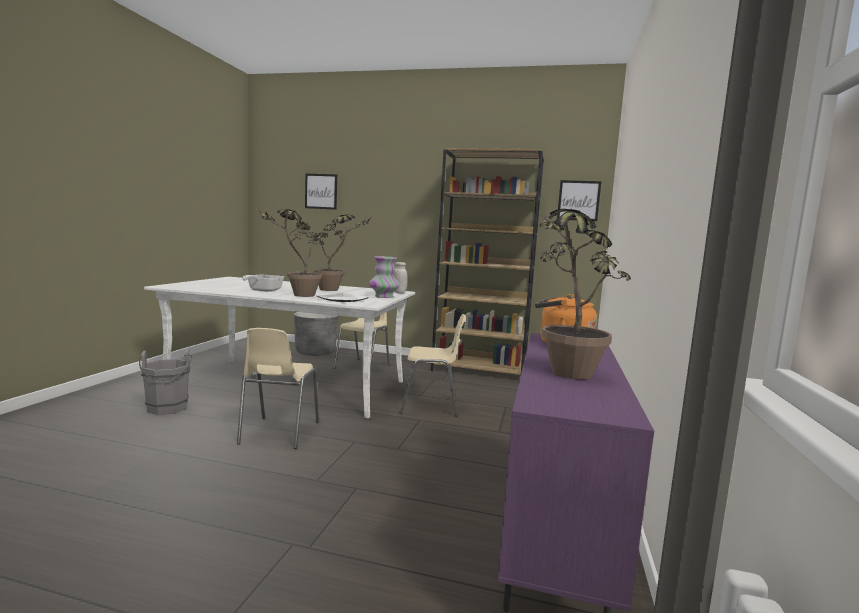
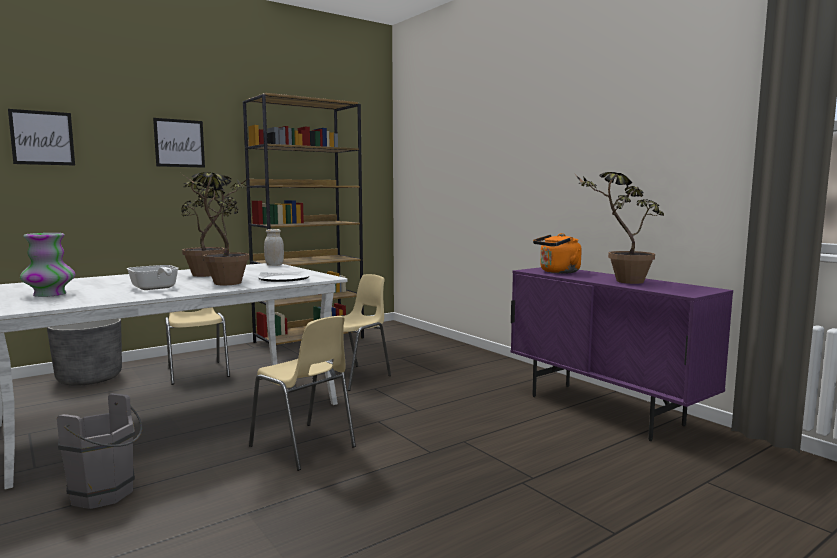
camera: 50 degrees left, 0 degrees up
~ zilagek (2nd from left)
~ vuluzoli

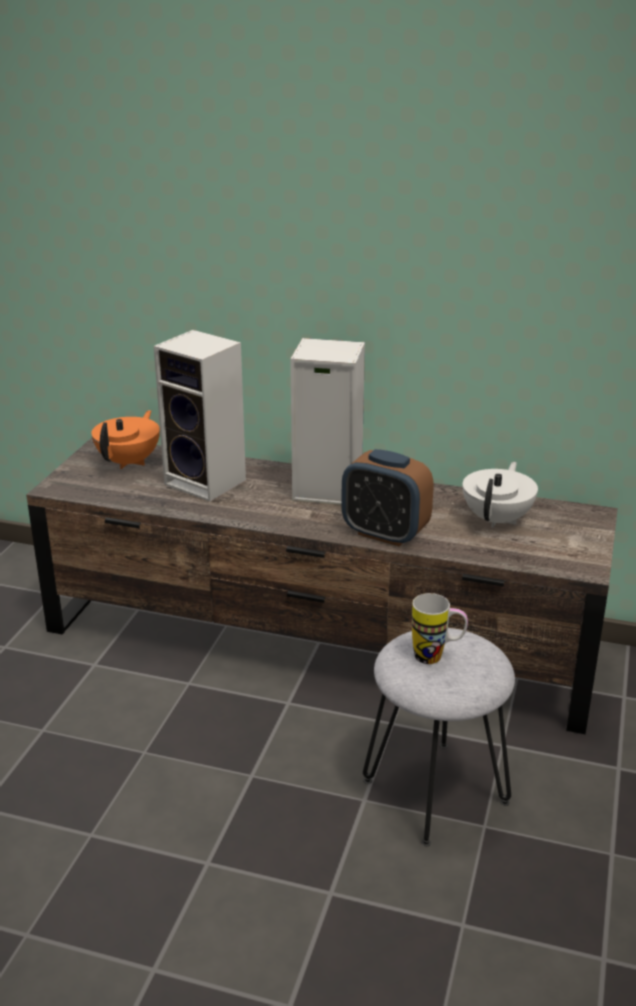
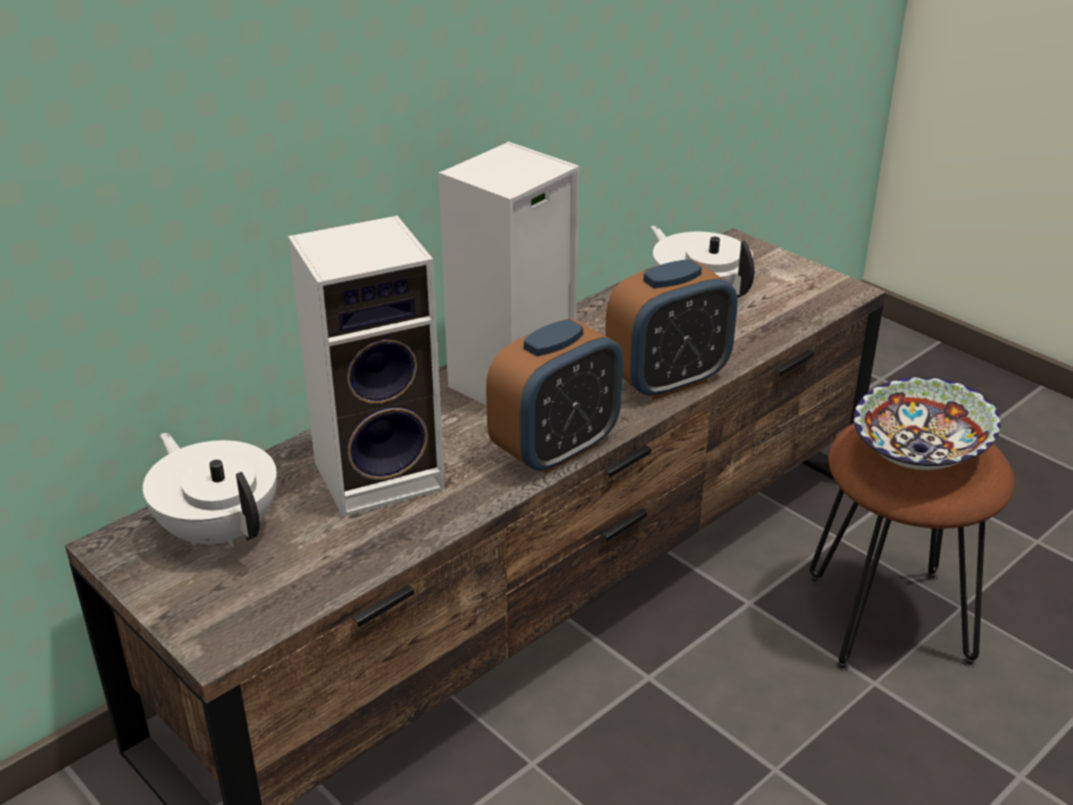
camera: 60 degrees left, 5 degrees up
~ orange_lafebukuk to white_lafebukuk (1st from left)
~ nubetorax to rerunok
~ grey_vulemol to brown_vulemol
+ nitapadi (1st from left)

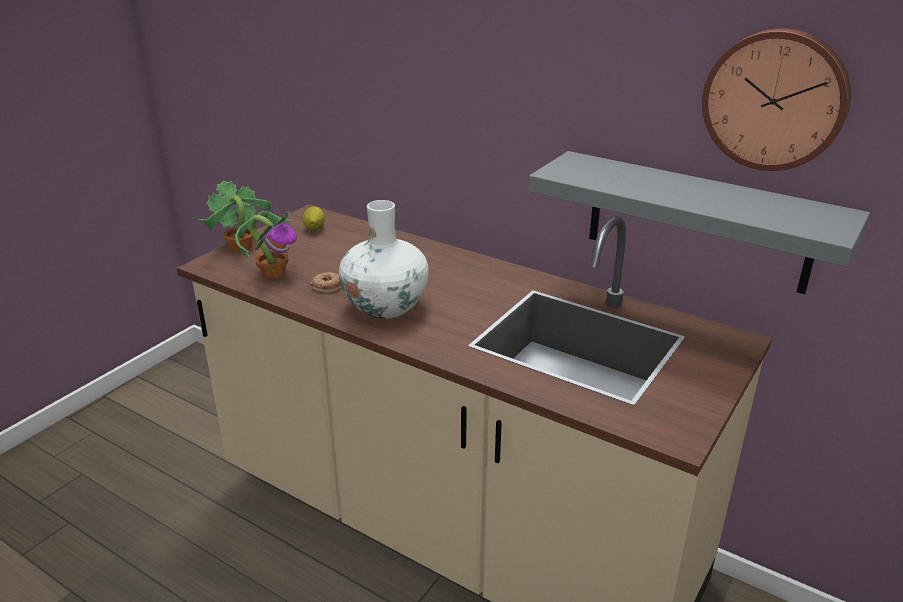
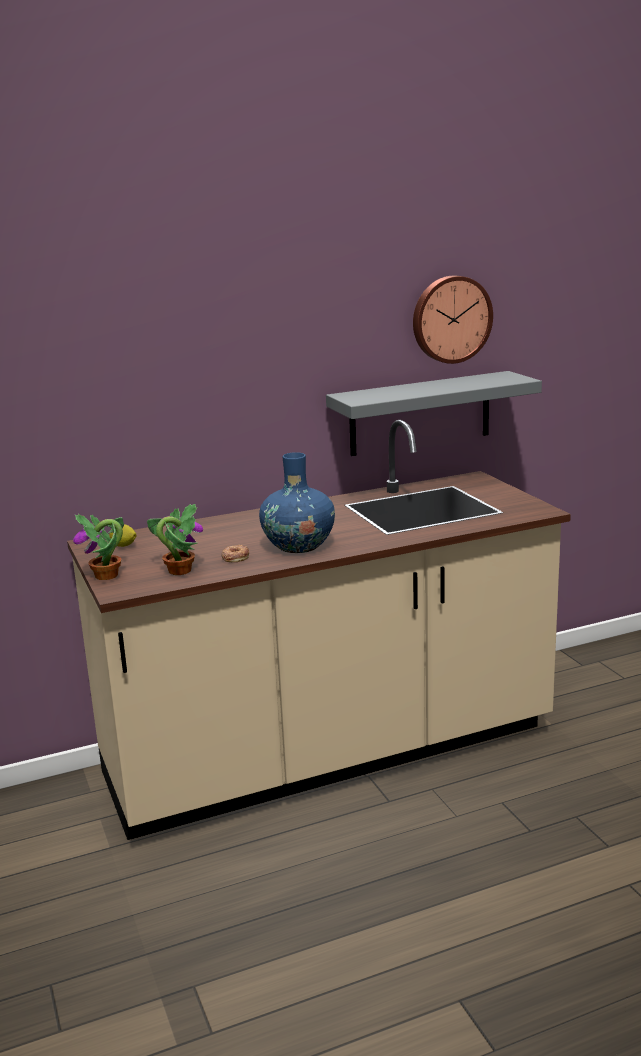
camera: 55 degrees left, 10 degrees down
~ white_vuluzoli to blue_vuluzoli

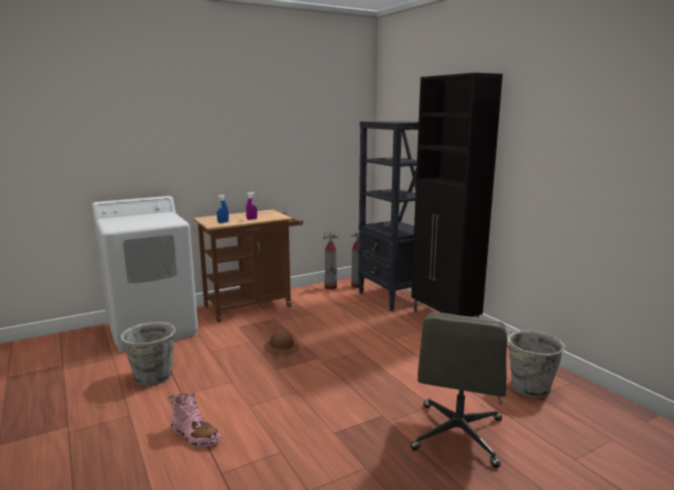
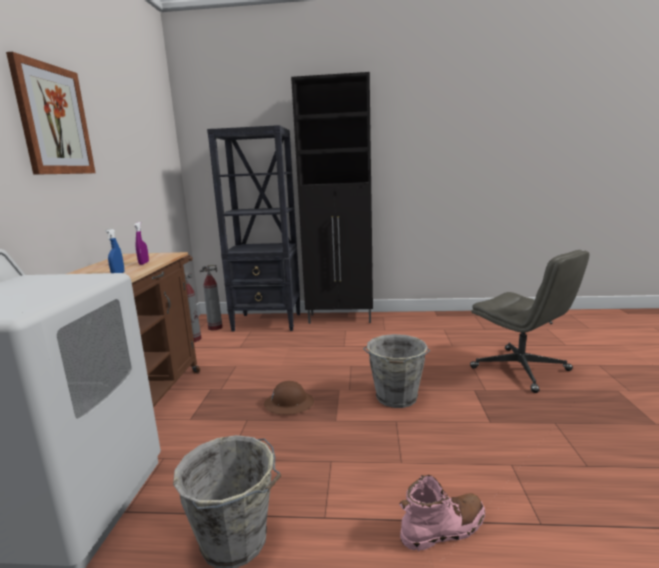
camera: 55 degrees left, 0 degrees up
~ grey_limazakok (2nd from left)
+ zilagek

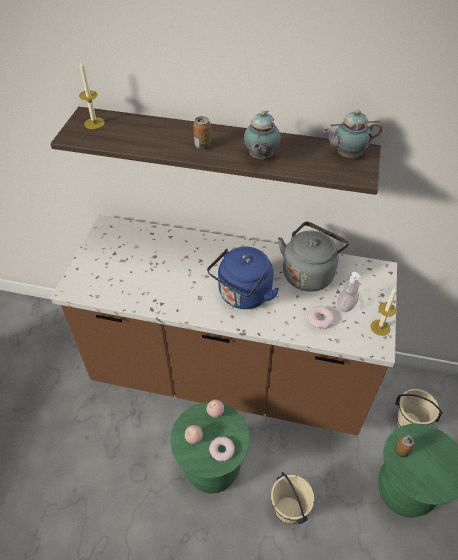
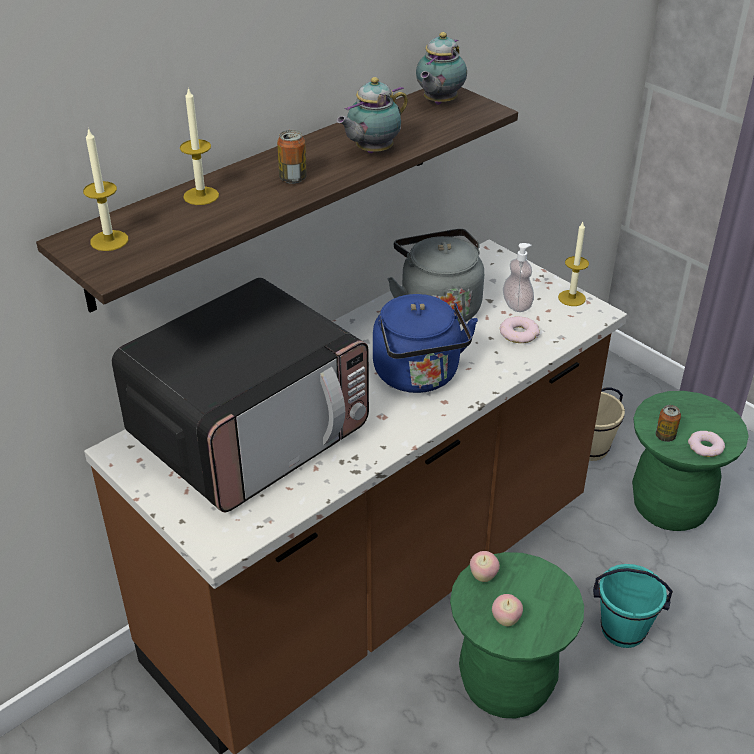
camera: 55 degrees left, 10 degrees down
~ lafebukuk (1st from left) 90 degrees clockwise
~ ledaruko (1st from left in the first image) to ledaruko (2nd from left)
~ beige_limazakok (1st from left) to turquoise_limazakok
+ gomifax (2nd from left)
+ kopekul

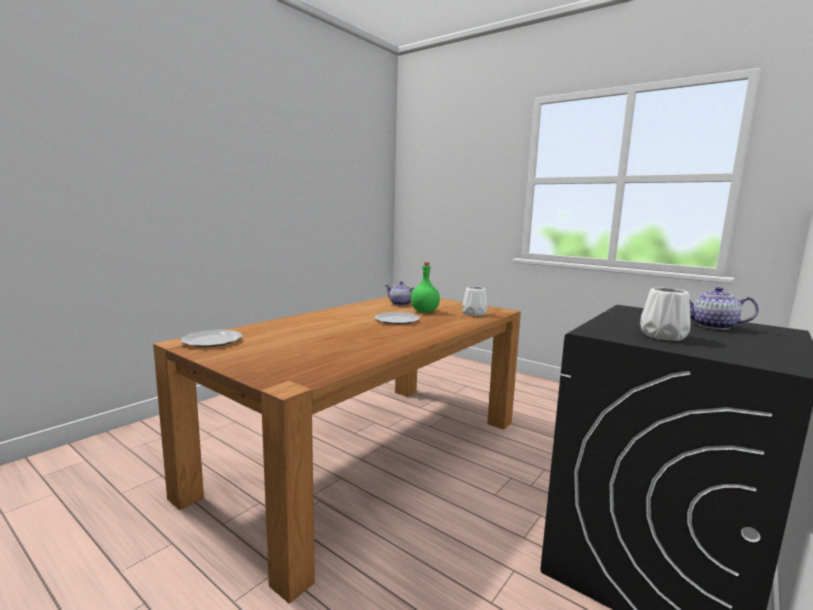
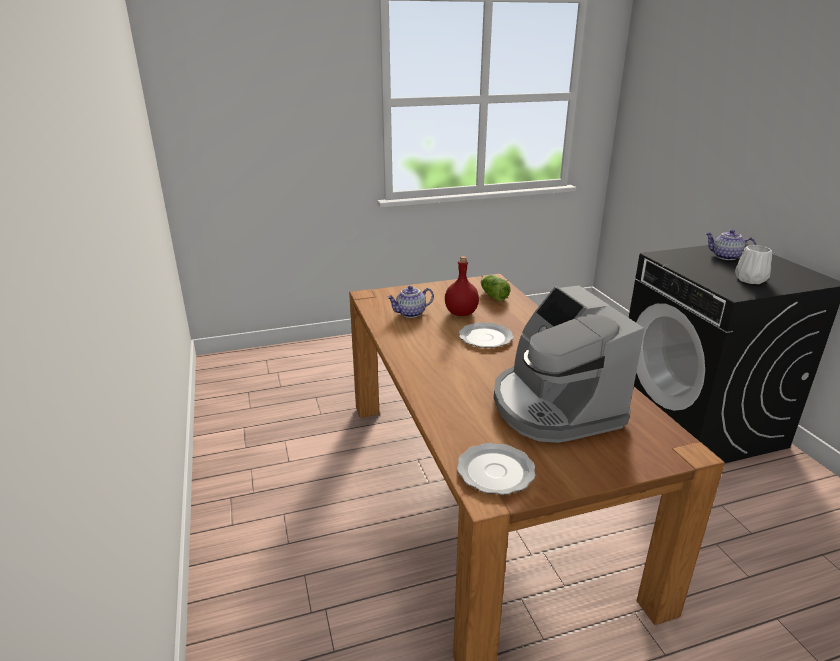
camera: 55 degrees left, 15 degrees up
~ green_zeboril to red_zeboril
~ white_vuluzoli (1st from left) to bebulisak
~ lafebukuk (2nd from left) 60 degrees clockwise
+ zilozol

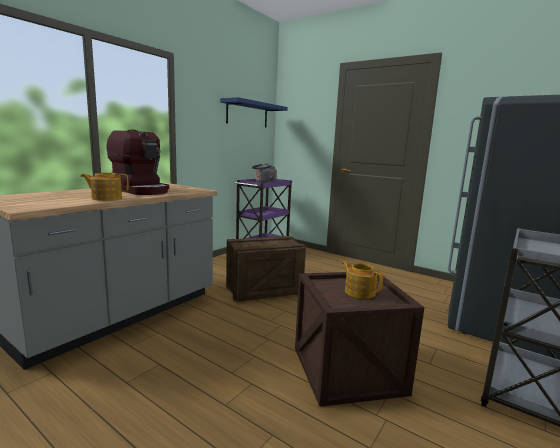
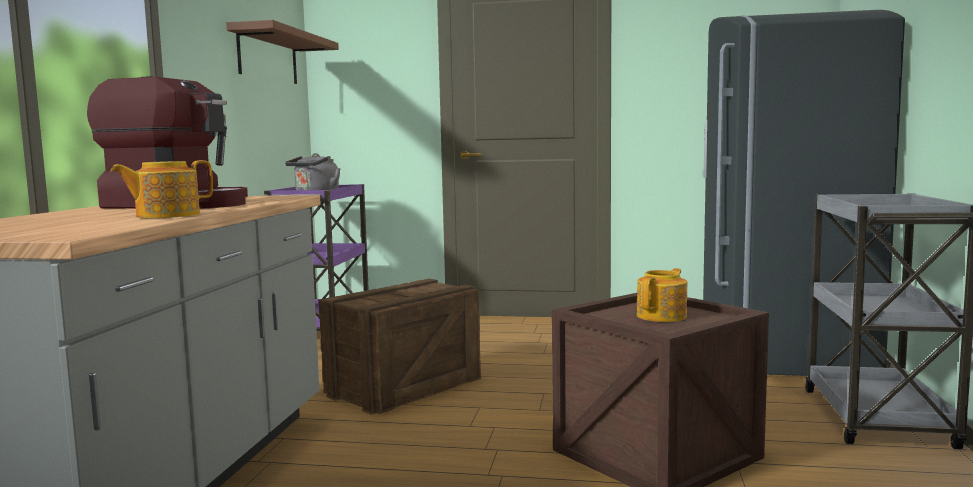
camera: 25 degrees left, 5 degrees down
~ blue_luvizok to brown_luvizok
~ lafebukuk (2nd from left) 105 degrees clockwise

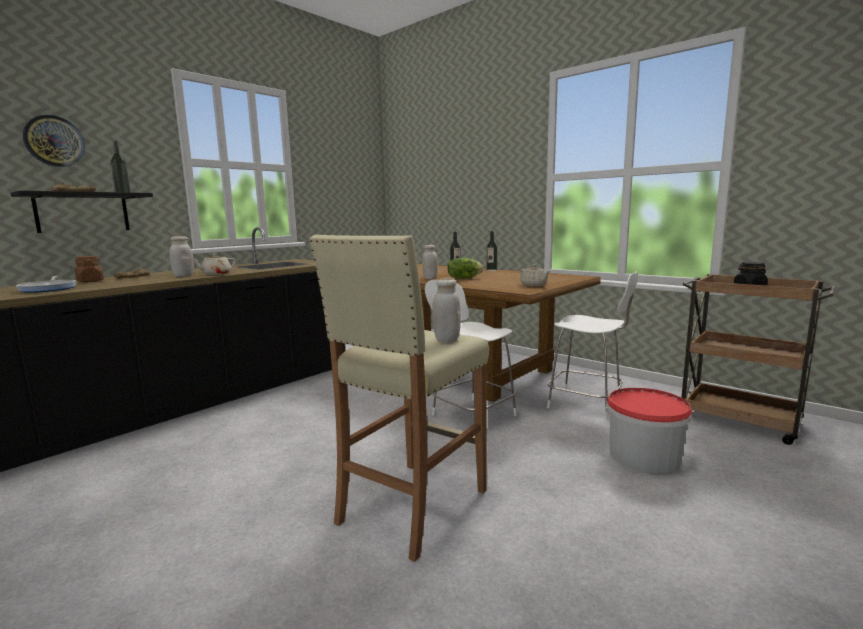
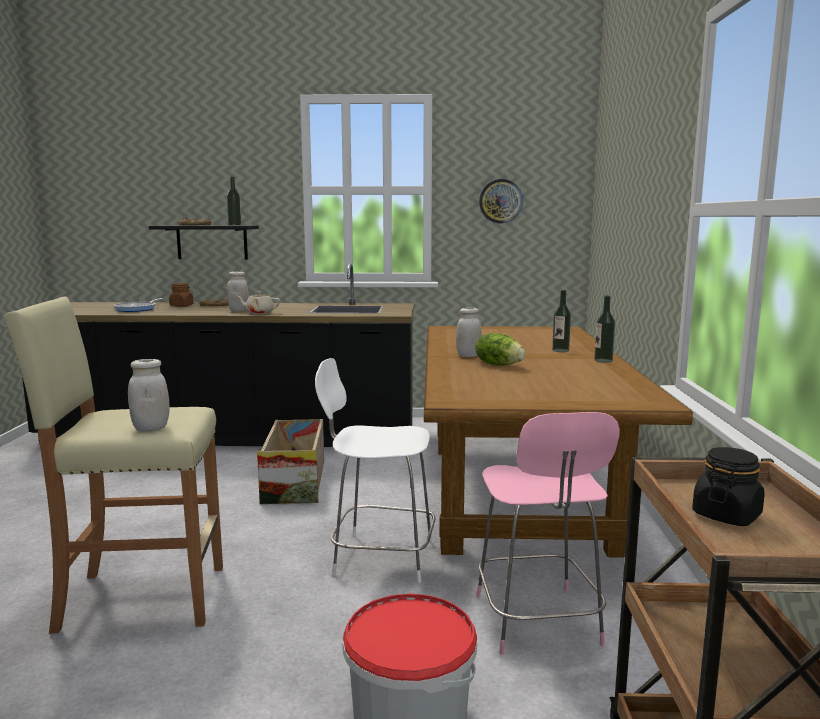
camera: 50 degrees right, 0 degrees up
~ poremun
- beige_lafebukuk (2nd from left)
~ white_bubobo (2nd from left) to pink_bubobo
+ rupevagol

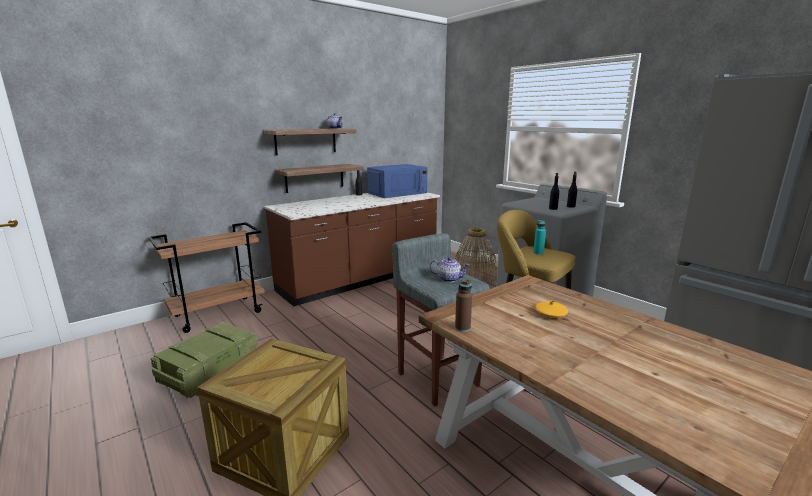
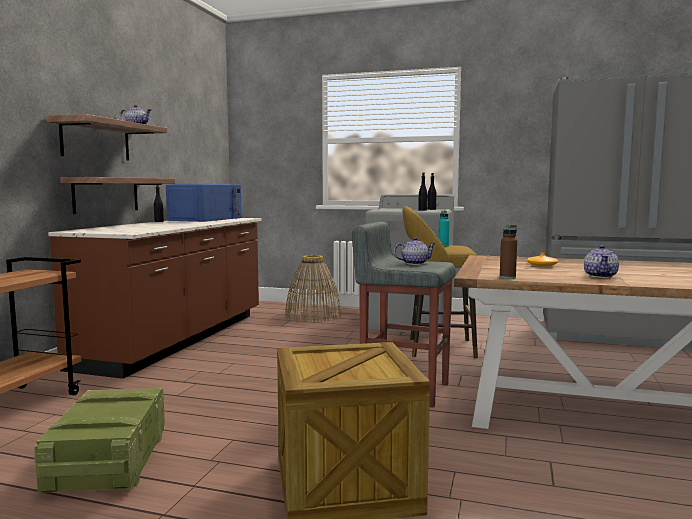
camera: 35 degrees left, 10 degrees down
+ lafebukuk (3rd from left)

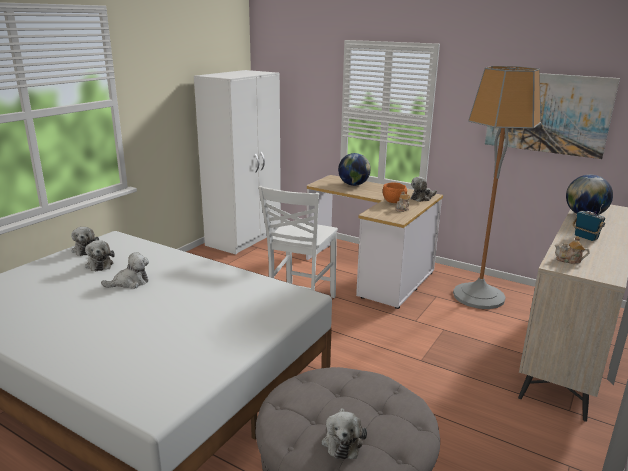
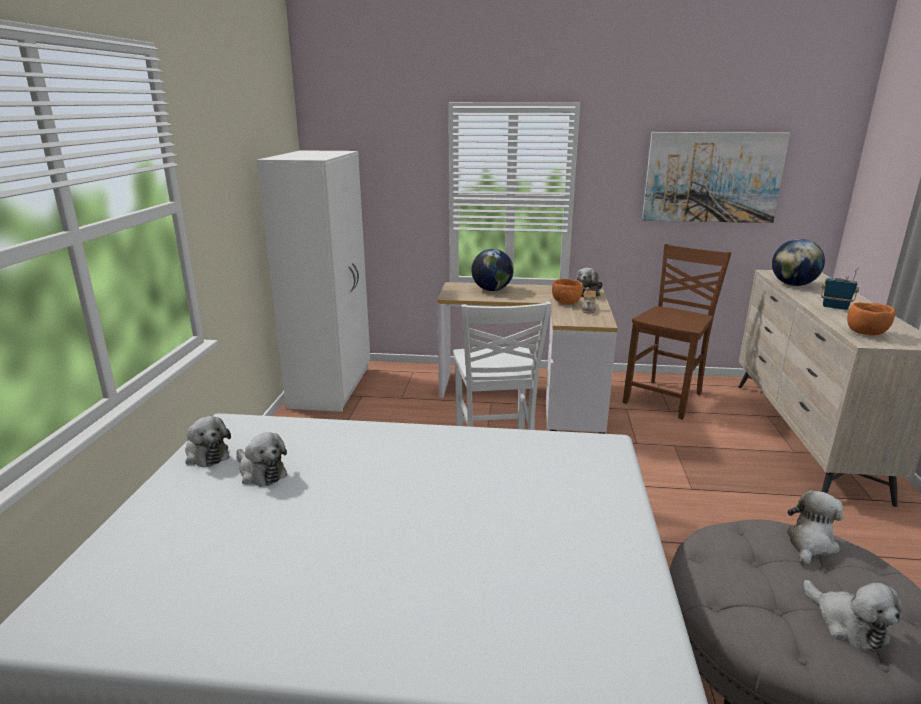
camera: 25 degrees left, 0 degrees up
~ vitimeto to brown_bubobo
~ lafebukuk (2nd from left) to orange_rerunok (2nd from left)
~ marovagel (3rd from left in the first image) to marovagel (4th from left)

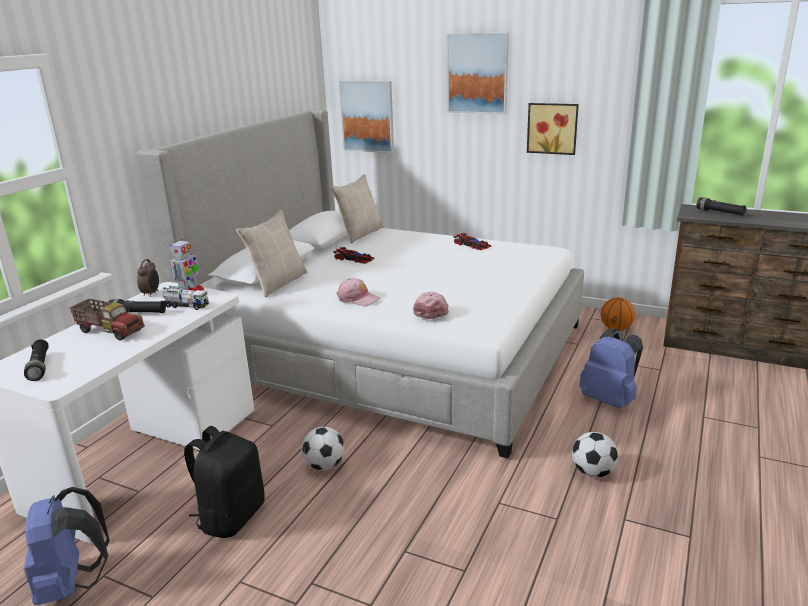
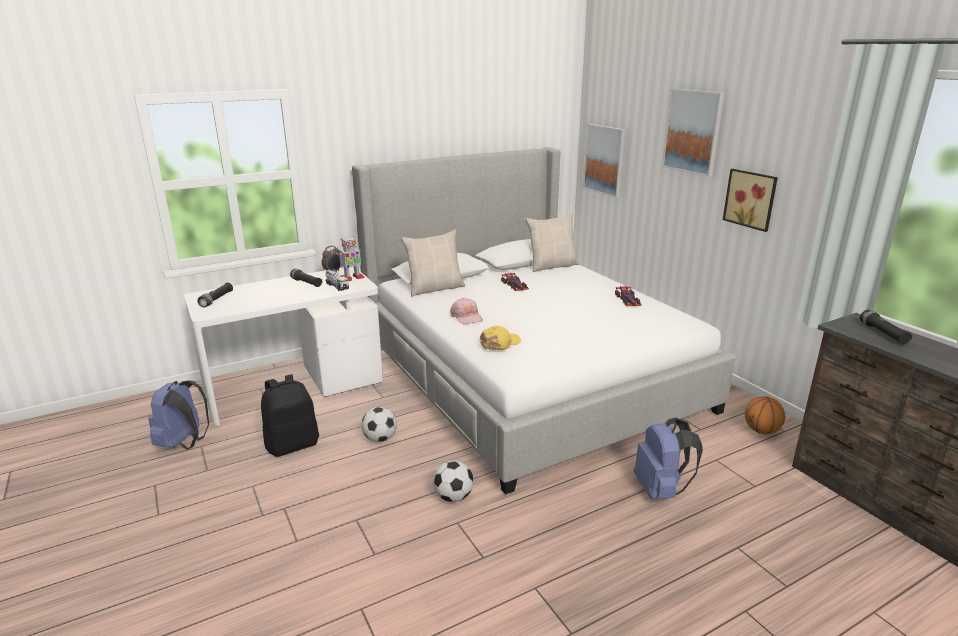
camera: 35 degrees right, 0 degrees up
~ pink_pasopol (2nd from left) to yellow_pasopol
- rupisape (1st from left)
~ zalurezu (2nd from left)

